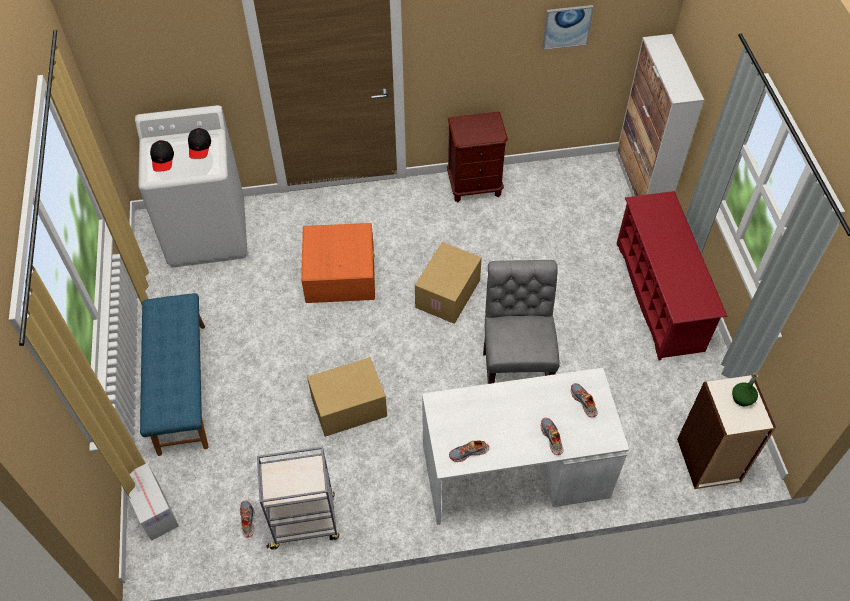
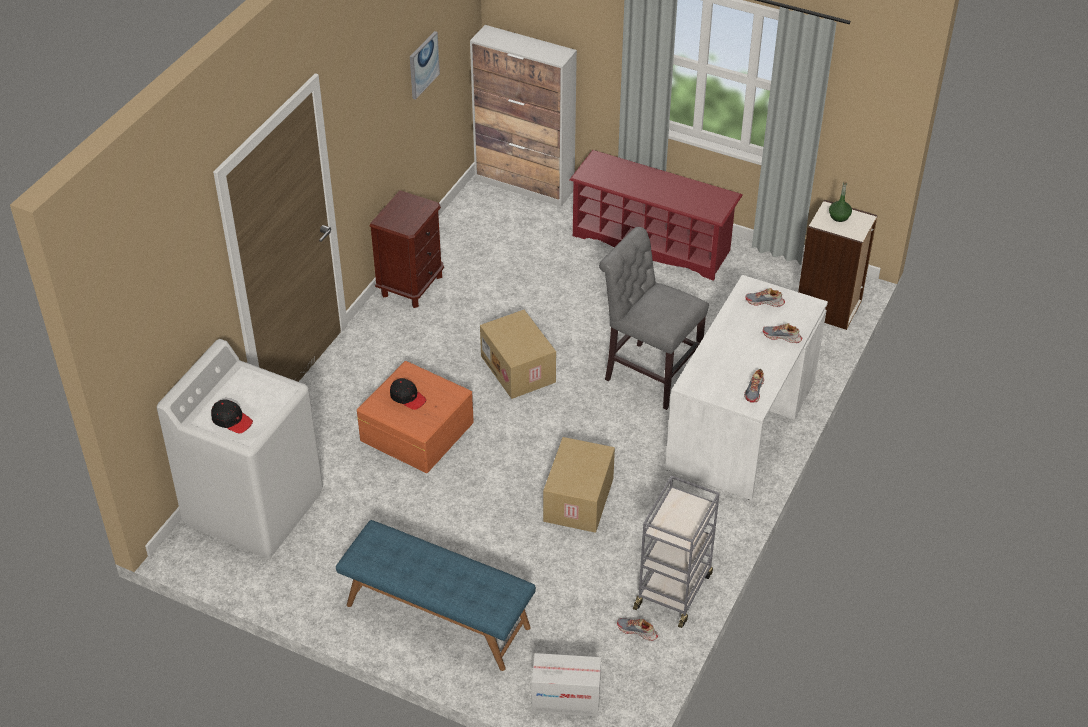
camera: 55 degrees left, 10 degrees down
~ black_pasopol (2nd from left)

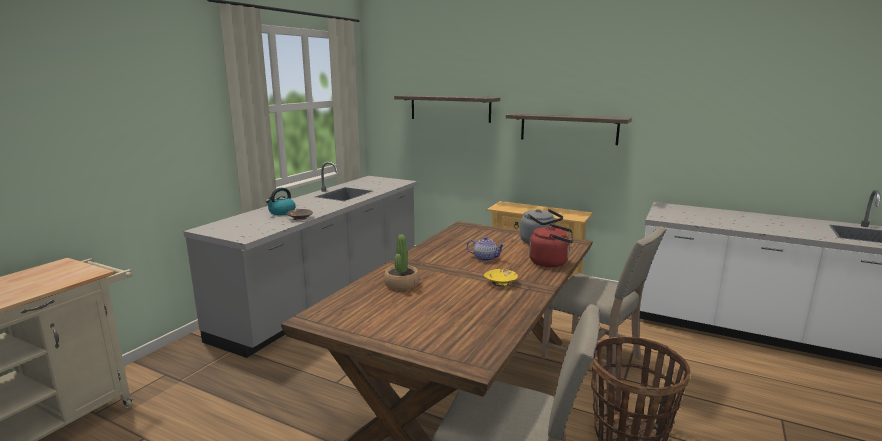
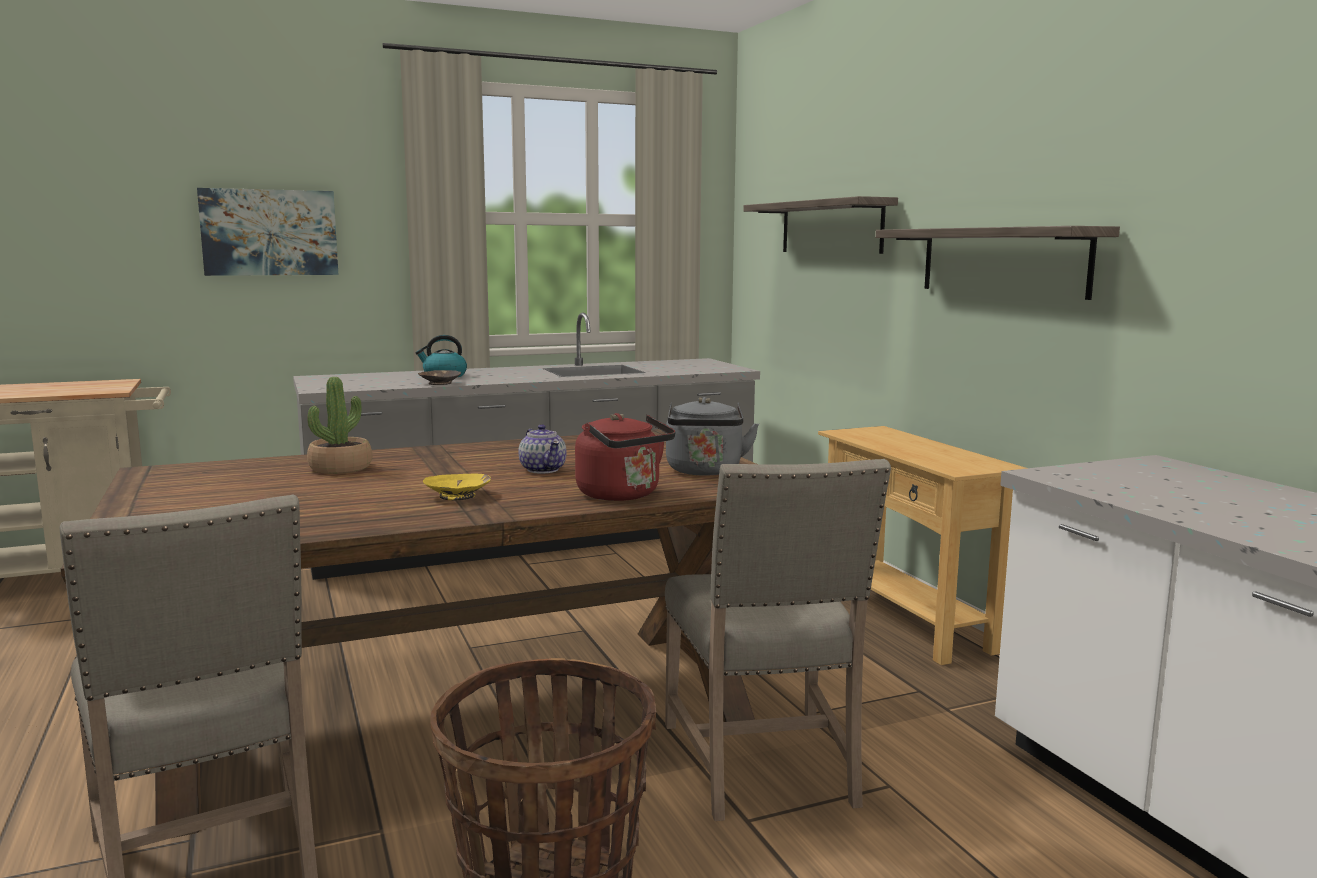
camera: 40 degrees right, 5 degrees down
+ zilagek

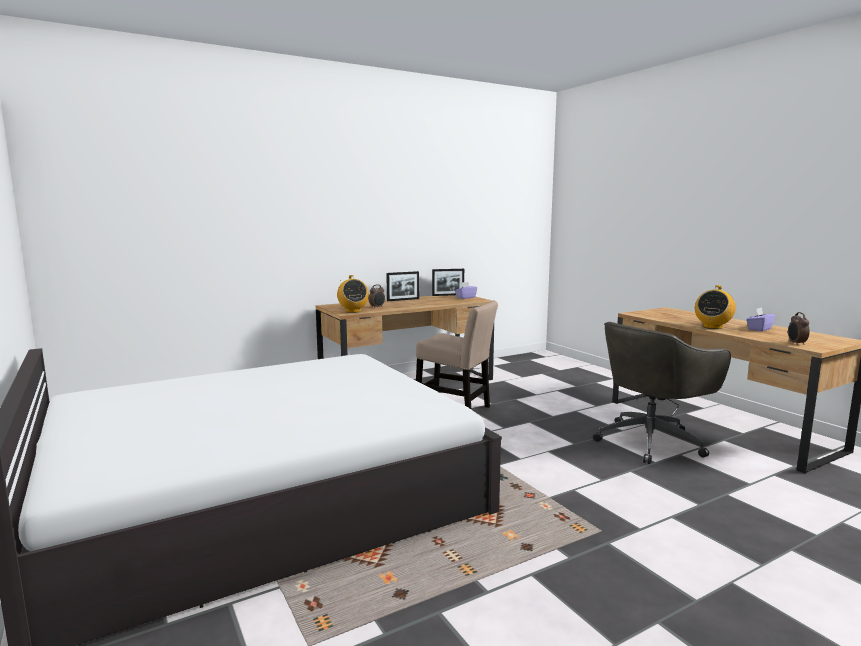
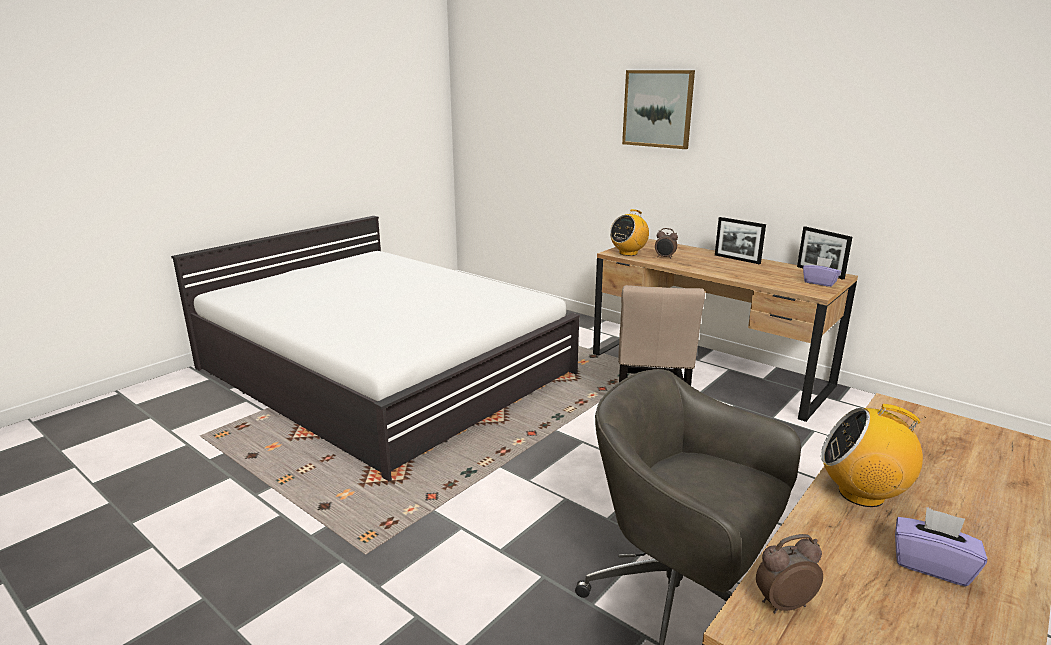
camera: 70 degrees right, 10 degrees up
+ zilagek

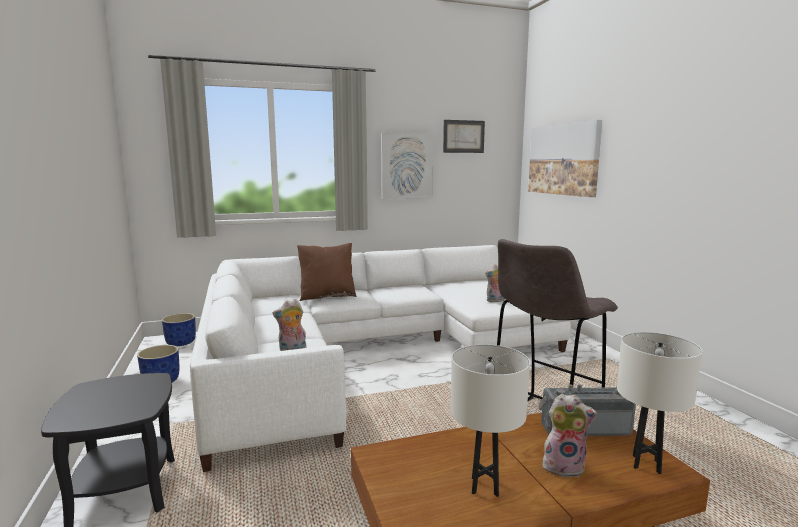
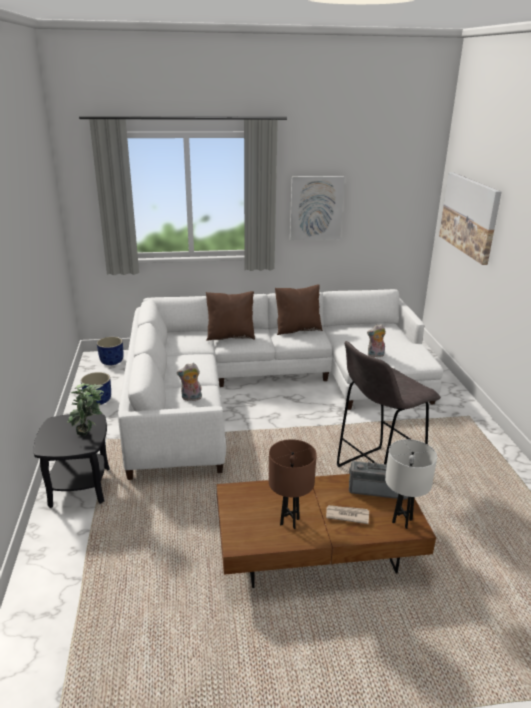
camera: 10 degrees right, 15 degrees up
- zilagek (2nd from left)
~ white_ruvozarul (1st from left) to brown_ruvozarul
~ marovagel (3rd from left) to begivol
+ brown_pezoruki (2nd from left)
+ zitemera

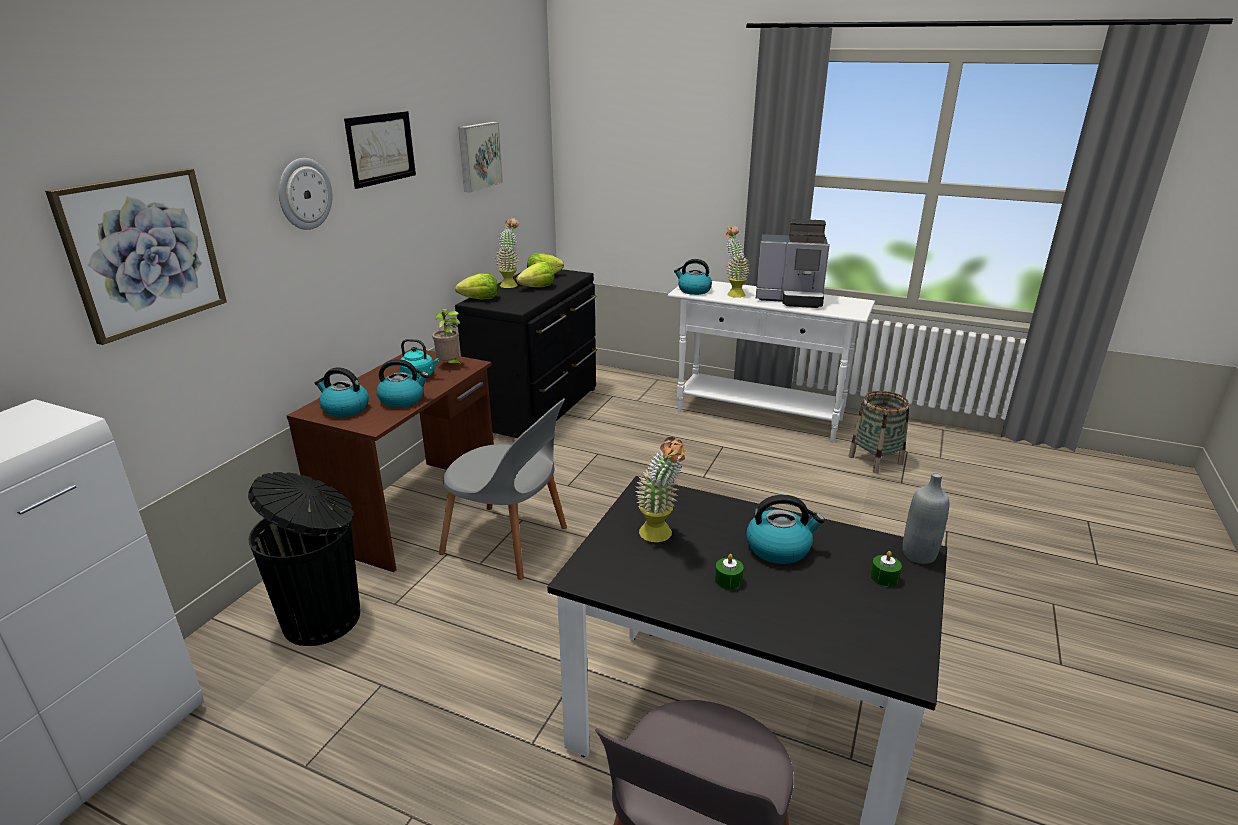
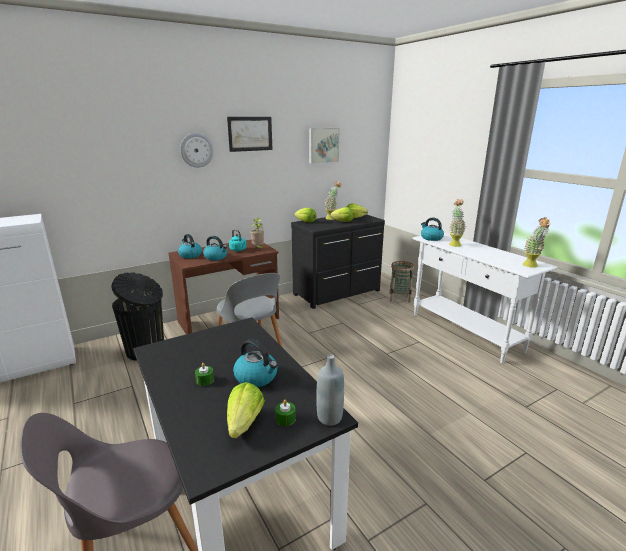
camera: 35 degrees right, 5 degrees down
- zilagek (1st from left)
- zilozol
~ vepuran
~ zitemera (3rd from left in the first image) to zitemera (4th from left)
+ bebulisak (1st from left)

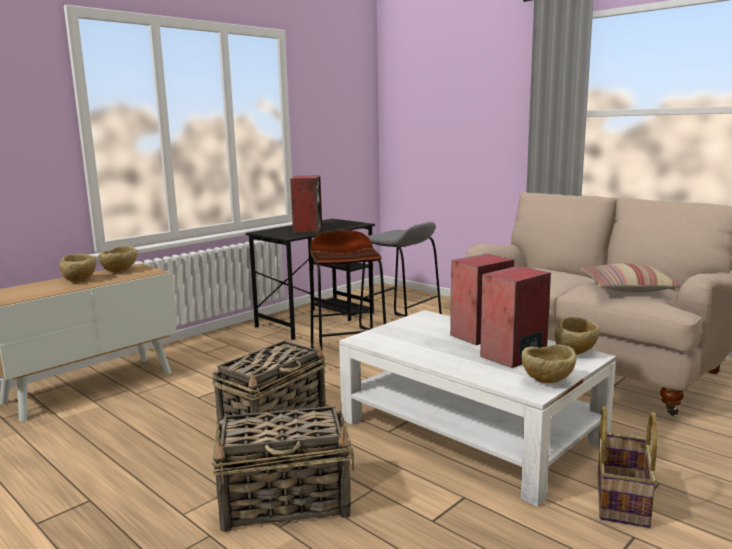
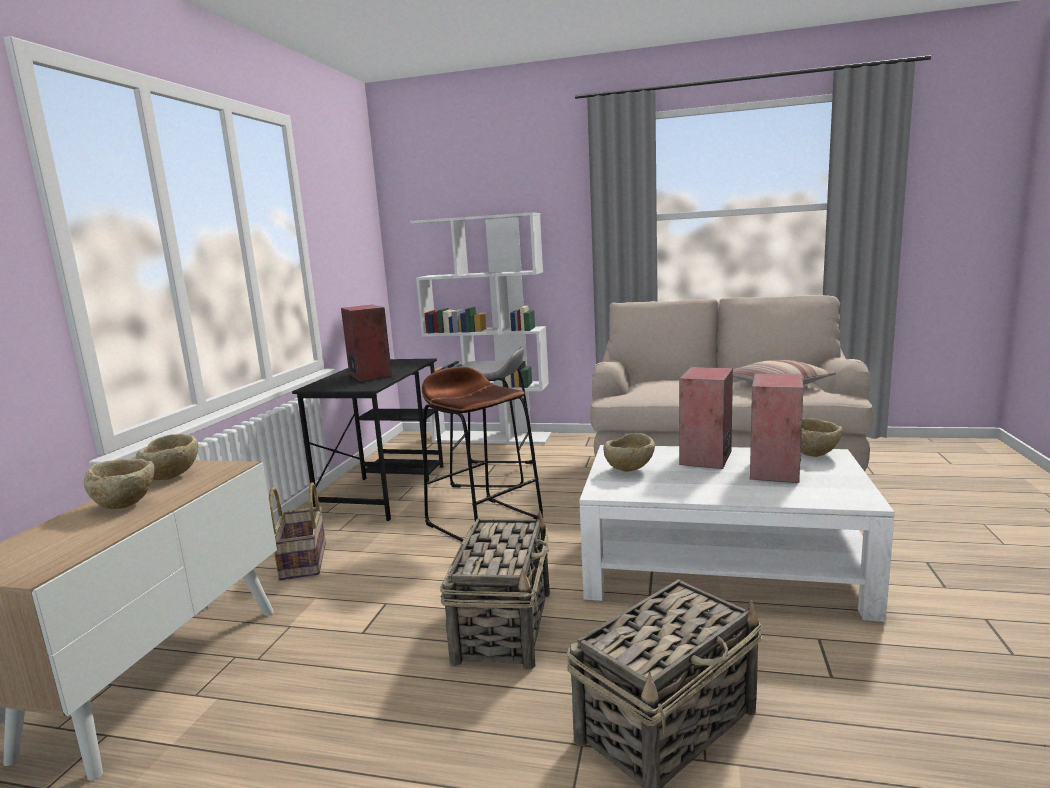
camera: 30 degrees left, 0 degrees up
~ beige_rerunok (3rd from left)
~ vepuran (3rd from left in the first image) to vepuran (1st from left)
+ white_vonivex

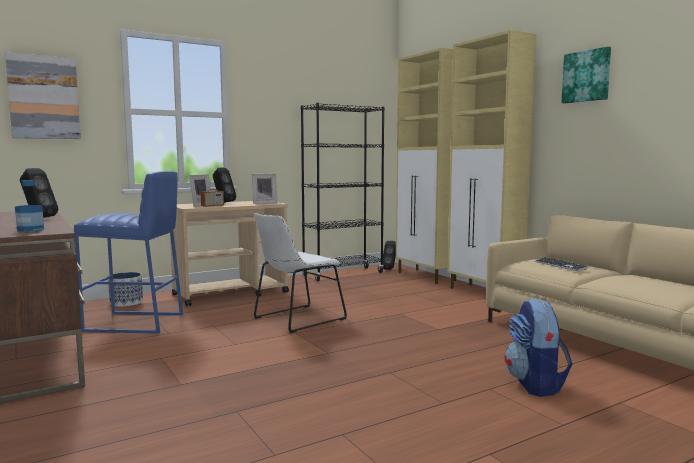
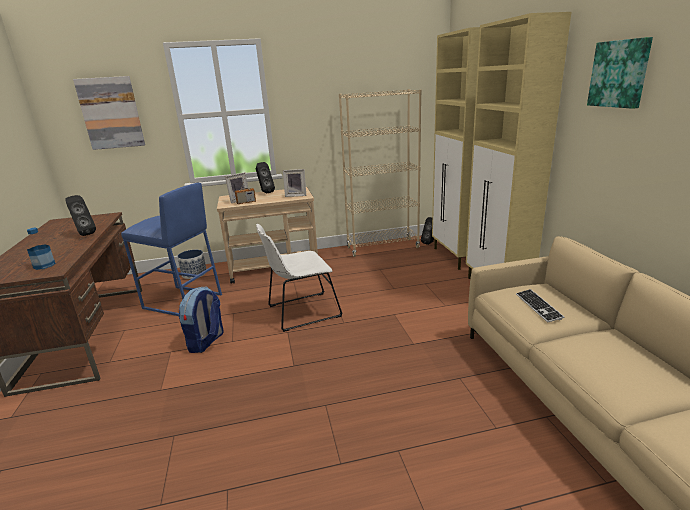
camera: 20 degrees right, 15 degrees up
~ black_vonivex to beige_vonivex
~ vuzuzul

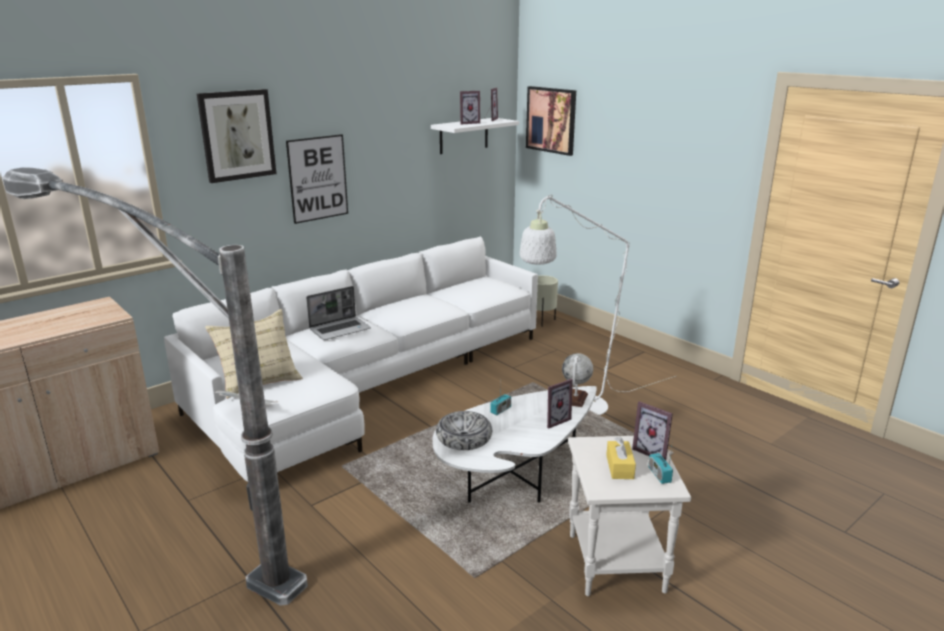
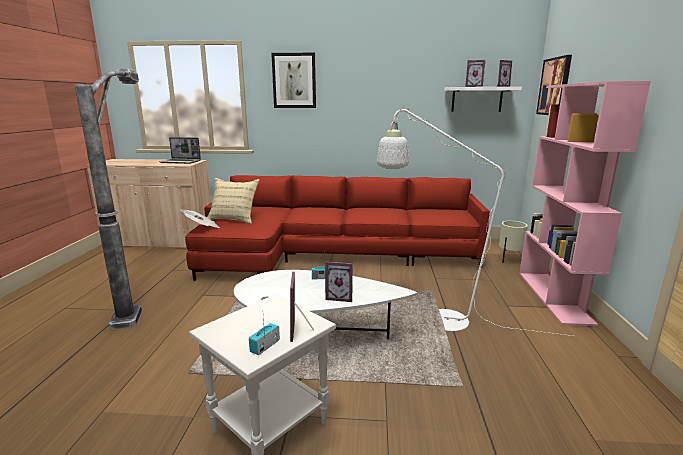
camera: 45 degrees right, 5 degrees down
- zilagek (2nd from left)
~ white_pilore to red_pilore
~ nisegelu
- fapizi
- rerunok
- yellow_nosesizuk
+ pink_vonivex

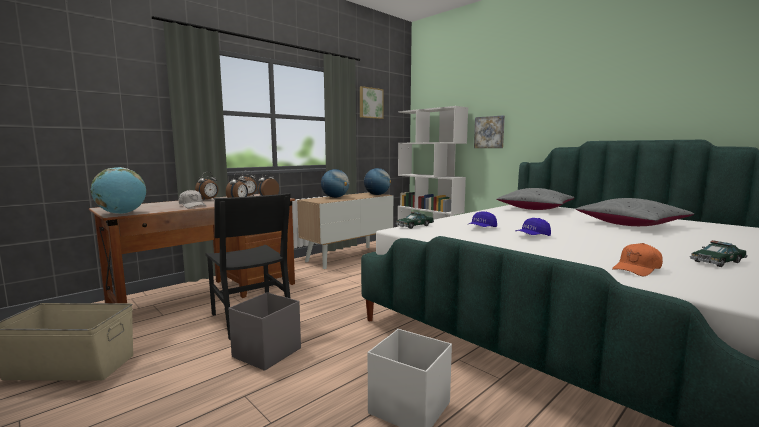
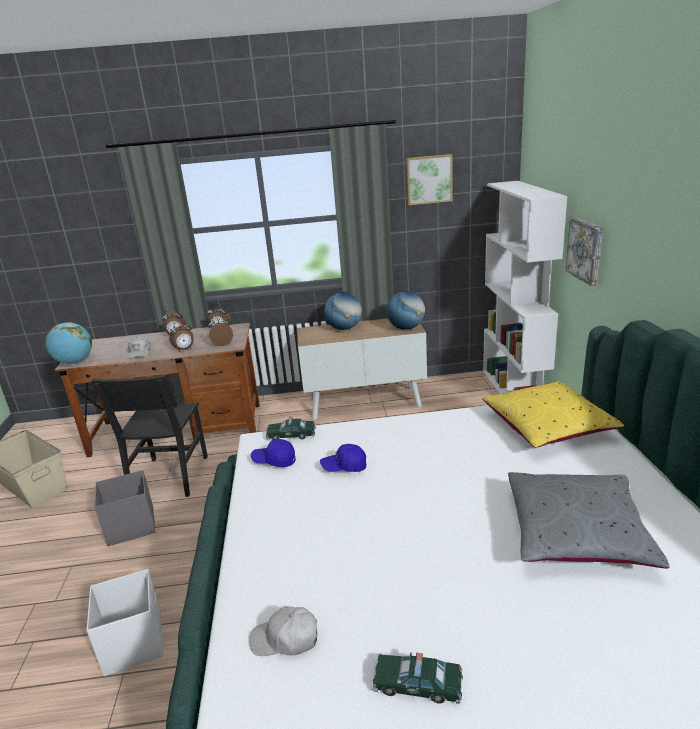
camera: 40 degrees right, 15 degrees up
~ grey_pezoruki (1st from left) to yellow_pezoruki
~ blue_pasopol (2nd from left in the first image) to blue_pasopol (1st from left)
~ orange_pasopol to white_pasopol (2nd from left)

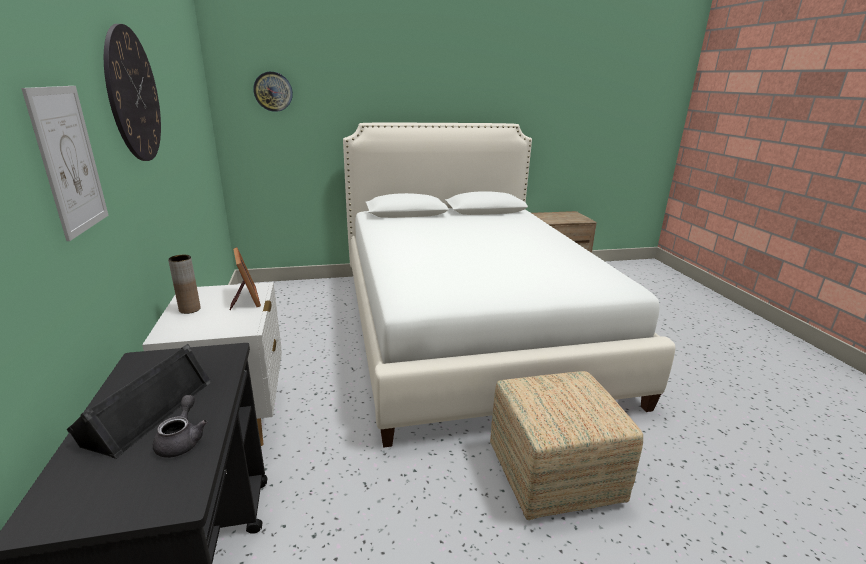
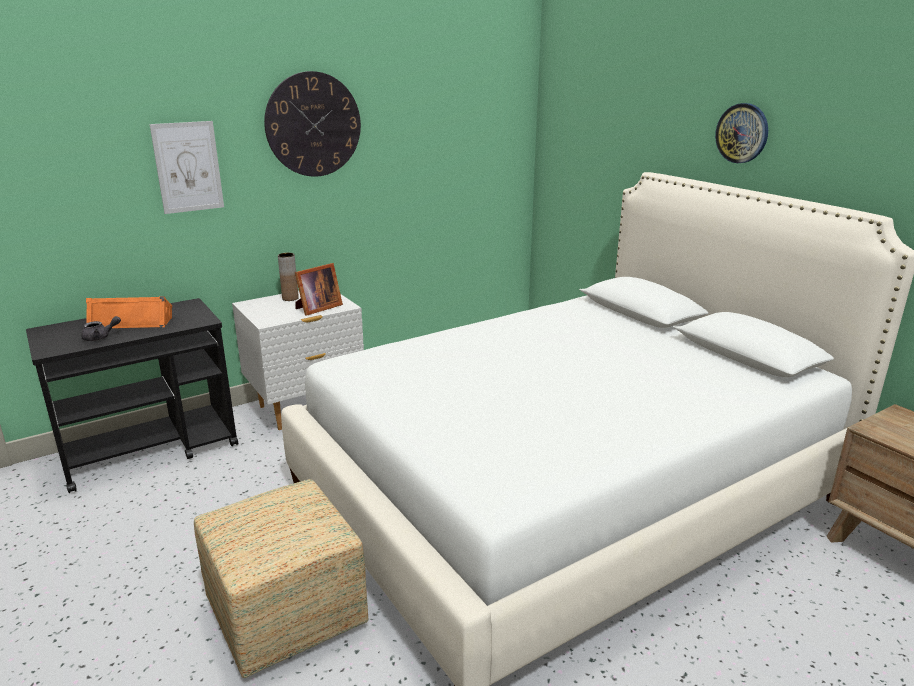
camera: 70 degrees right, 0 degrees up
~ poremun (2nd from left)
~ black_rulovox to orange_rulovox

